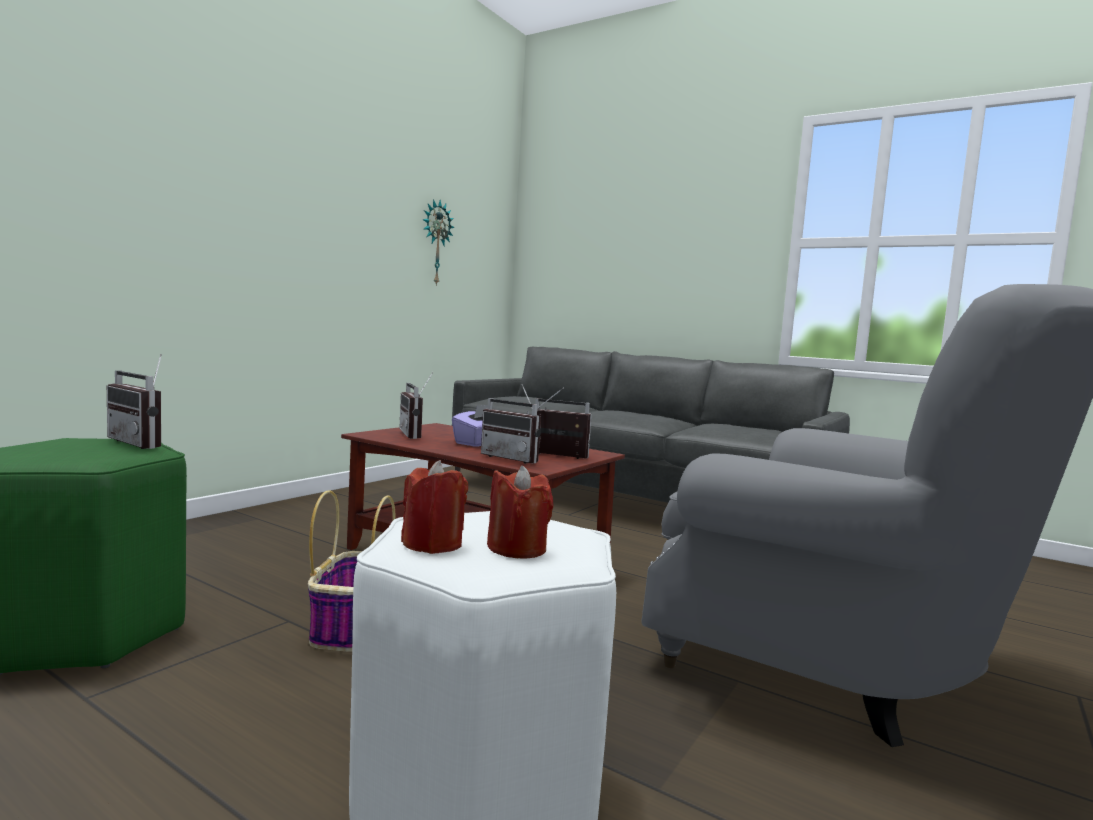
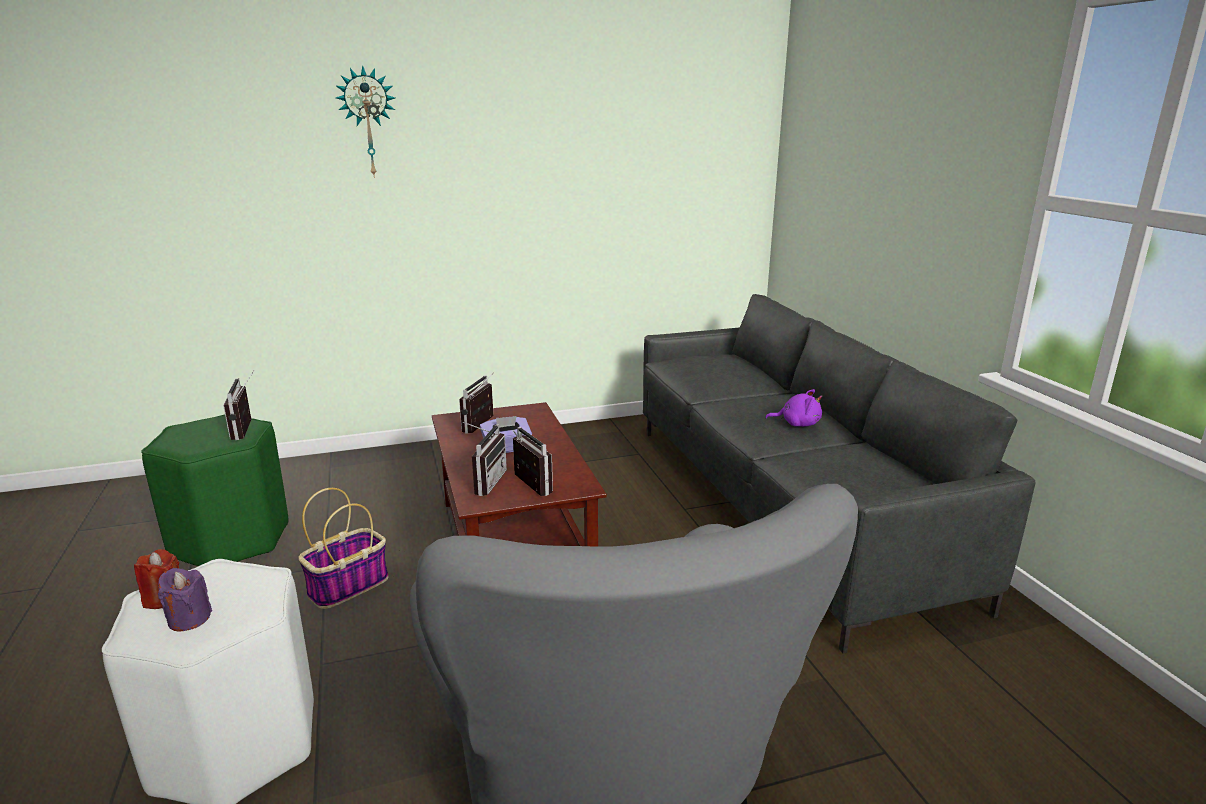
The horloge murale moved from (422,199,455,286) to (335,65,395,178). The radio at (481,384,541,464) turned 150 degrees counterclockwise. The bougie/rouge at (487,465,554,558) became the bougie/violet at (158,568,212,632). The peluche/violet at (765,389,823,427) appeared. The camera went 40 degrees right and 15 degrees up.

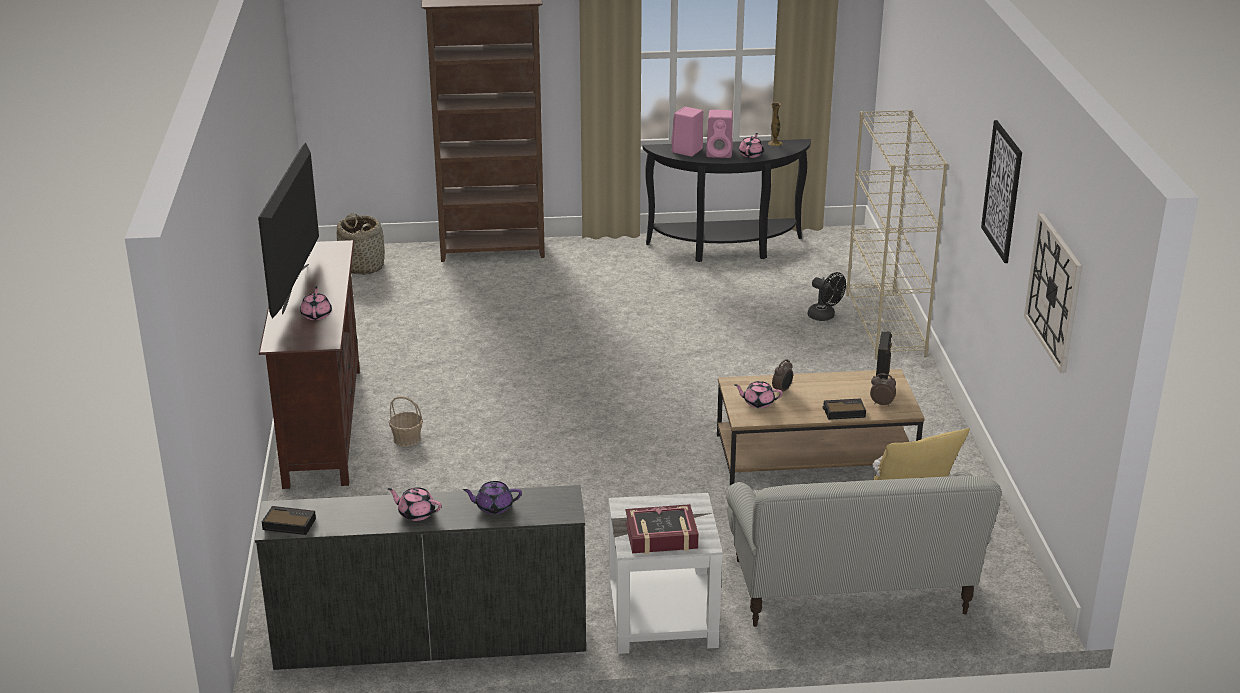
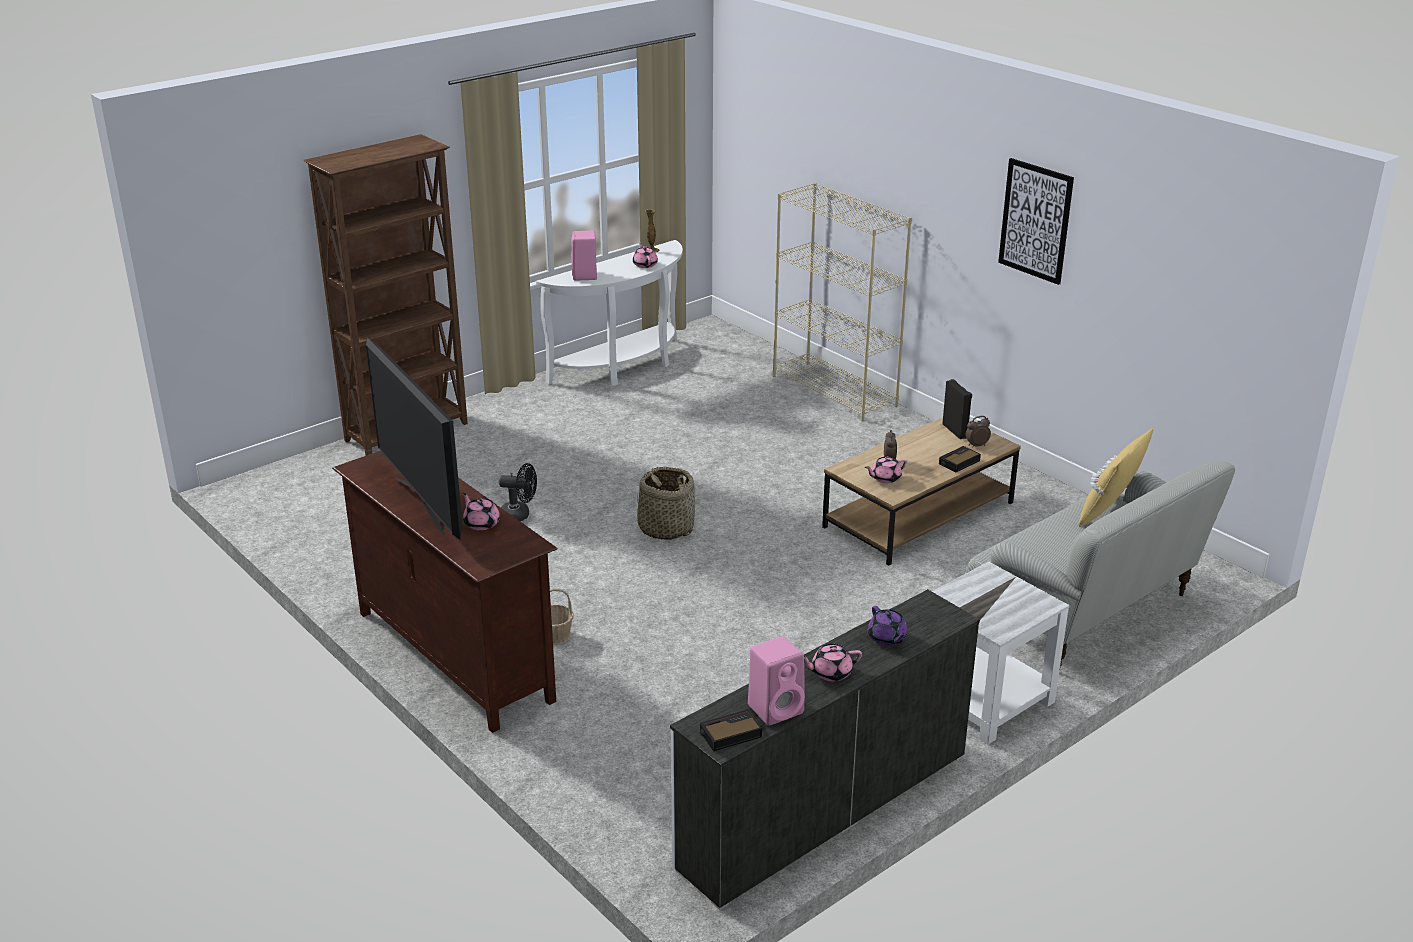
The enceinte/rose moved from (706,110,733,158) to (748,636,805,726). The table console/noir at (643,139,811,262) became the table console/blanc at (536,240,683,386). The panier moved from (337,213,385,275) to (637,467,695,540). The horloge murale at (1024,213,1082,373) disappeared. The ventilateur/noir moved from (808,272,846,321) to (499,463,537,521). The théière/violet at (463,481,522,514) turned 75 degrees counterclockwise. The livre at (626,504,699,554) disappeared. The camera went 35 degrees left and 0 degrees up.

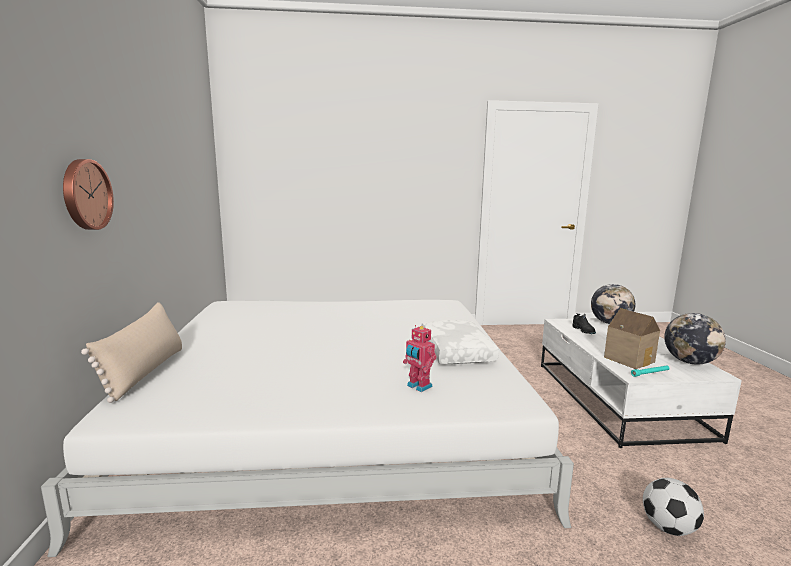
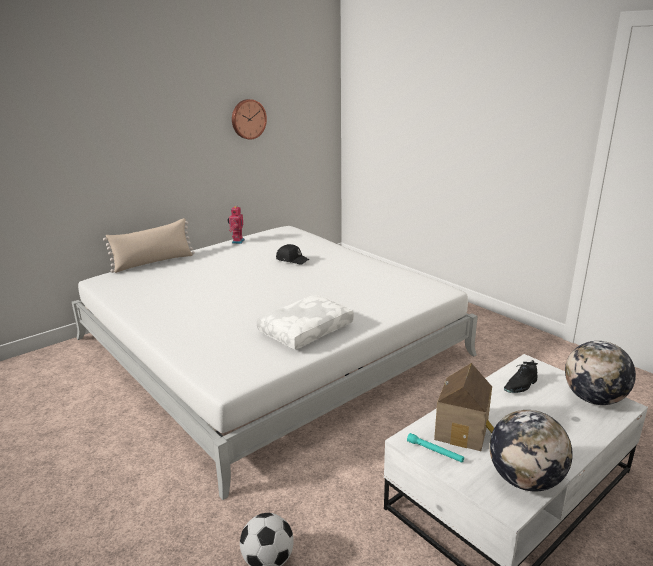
The horloge murale moved from (63,159,114,230) to (232,99,267,140). The robot jouet moved from (403,325,436,392) to (228,206,245,244). The casquette/noir at (276,244,310,265) appeared. The camera went 55 degrees right and 10 degrees up.

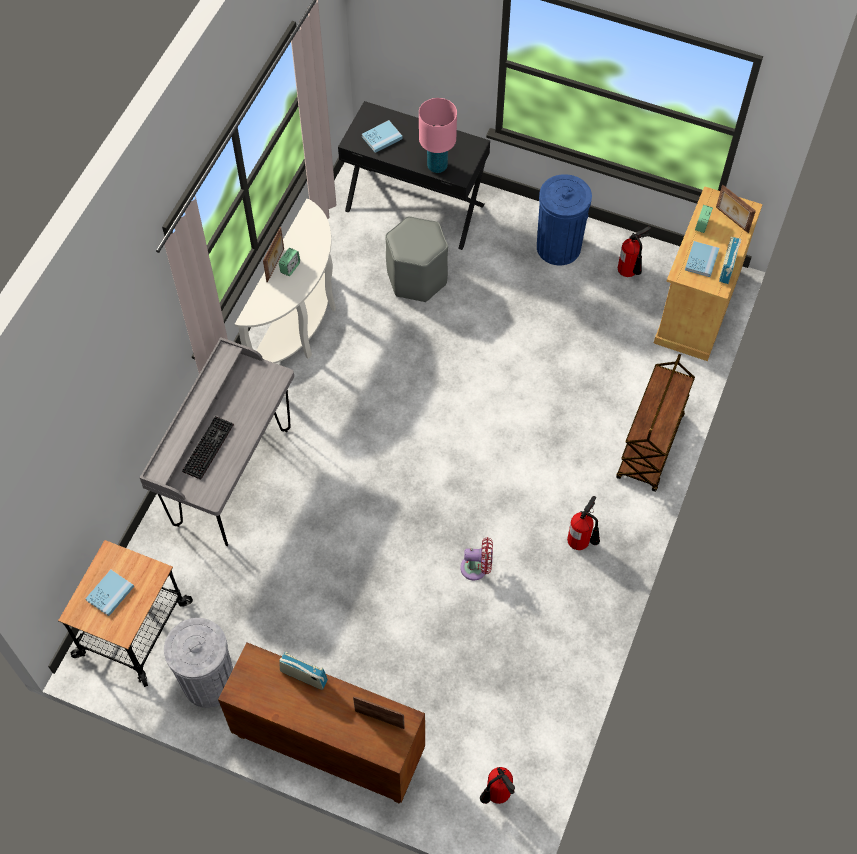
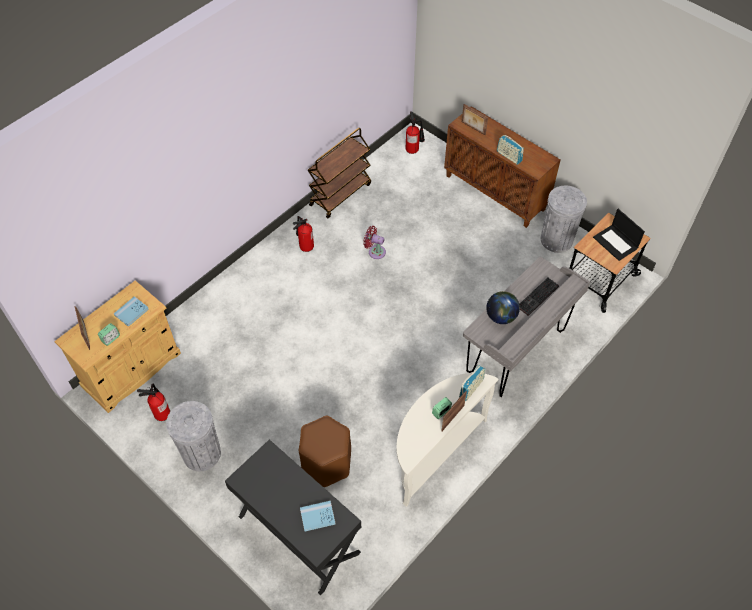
The lampe de table/rose at (419,98,457,173) disappeared. The poubelle/bleu at (537,174,592,265) became the poubelle/gris at (166,401,221,471). The tabouret/gris at (385,216,448,302) became the tabouret/marron at (299,416,351,487). The radio moved from (719,237,741,284) to (459,365,485,401). The chariot/marron moved from (616,354,695,492) to (308,128,371,218). The livre/bleu at (85,570,134,616) was replaced by the ordinateur portable at (593,209,645,261). The globe at (486,291,520,324) appeared. The camera went 160 degrees left and 5 degrees down.

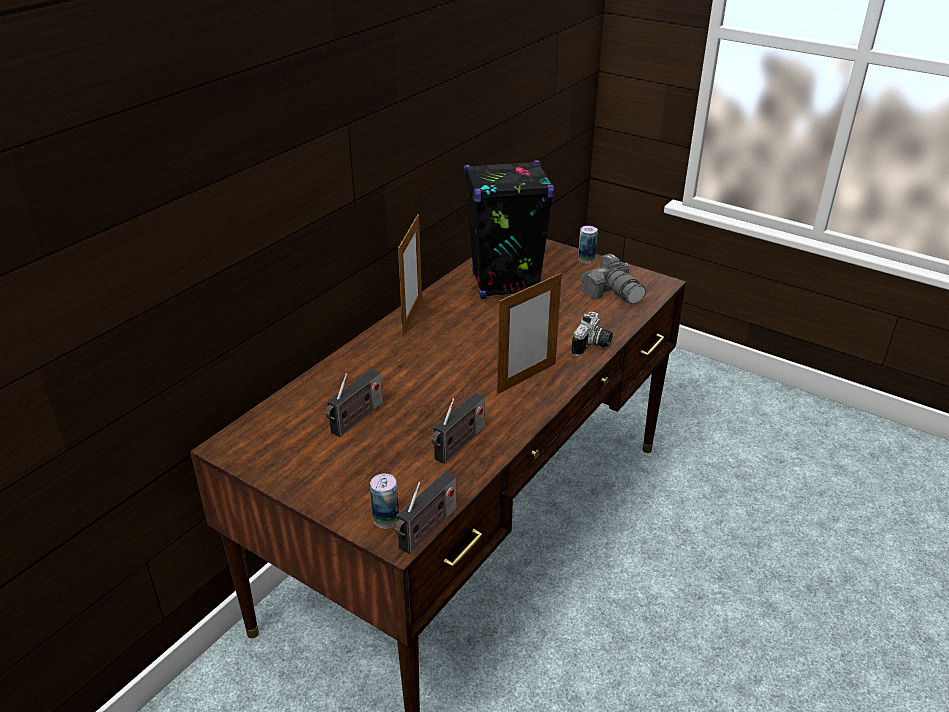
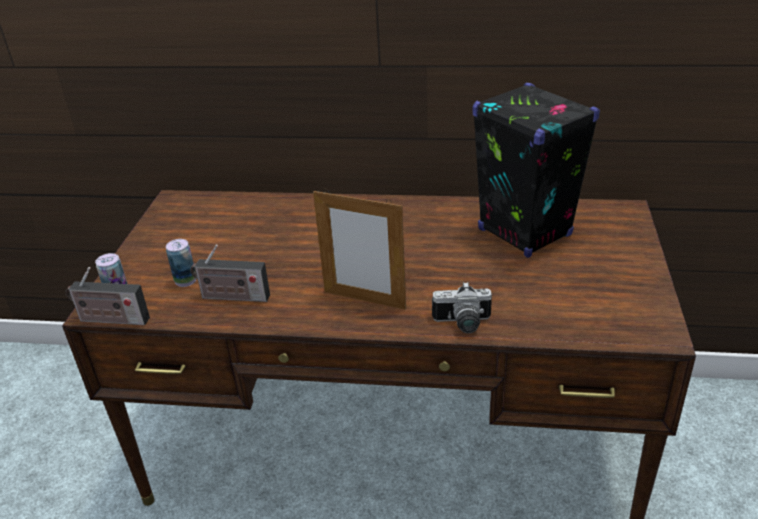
The cadre photo at (398,214,422,336) disappeared. The boîte métallique moved from (578,226,598,263) to (166,239,196,287). The appareil photo at (582,254,646,304) disappeared. The radio at (325,369,383,437) disappeared. The camera went 65 degrees right and 0 degrees up.

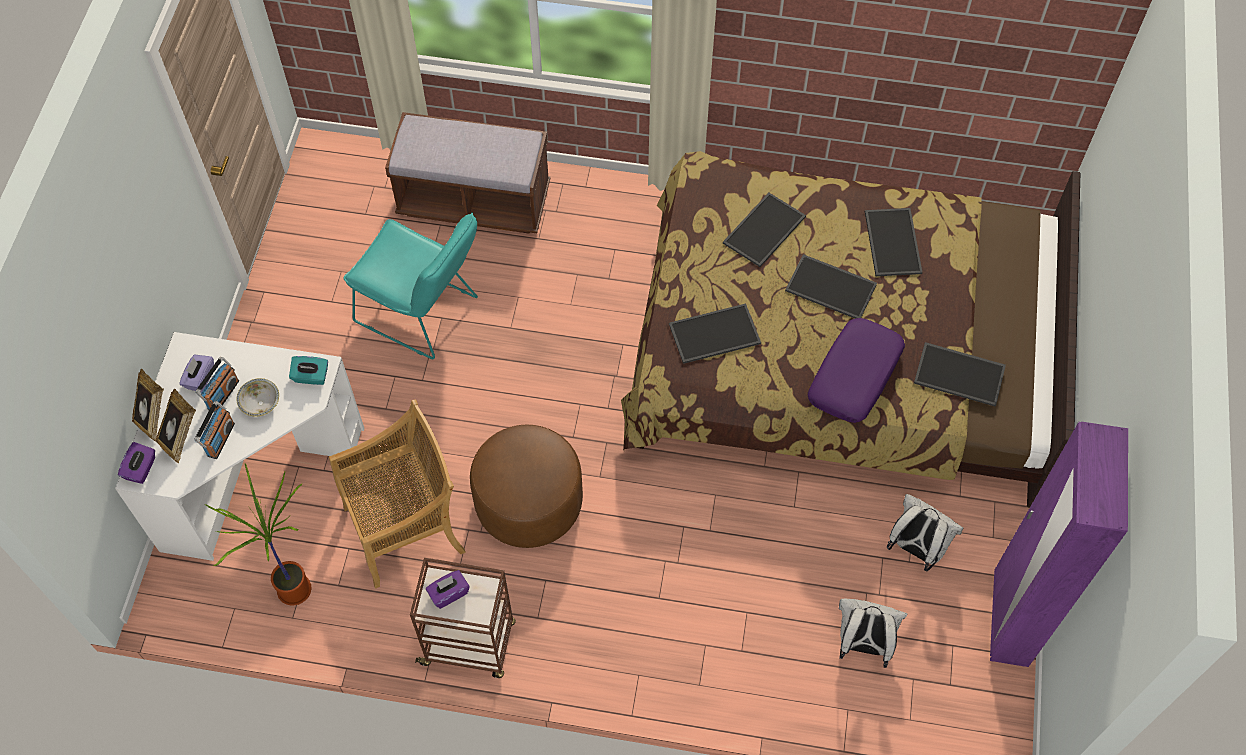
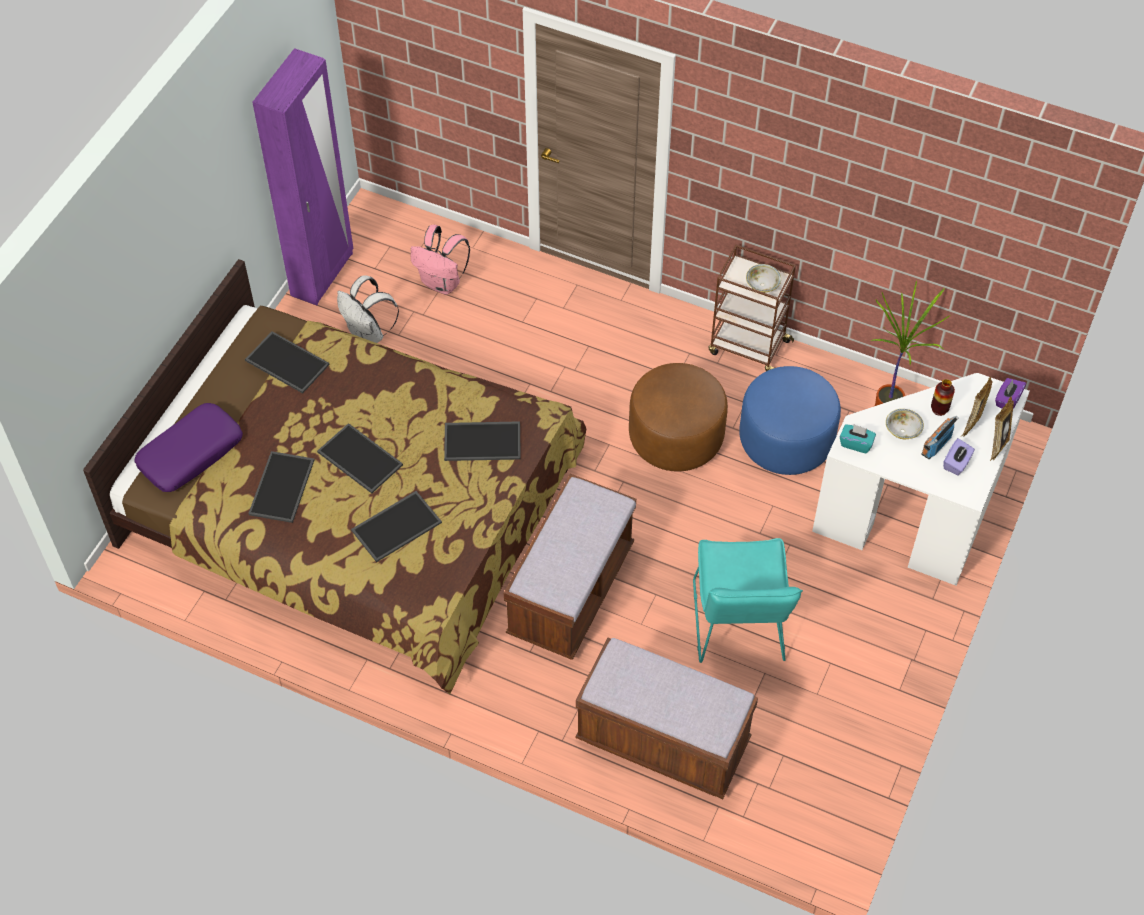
The chaise/turquoise at (344,212,478,359) turned 135 degrees counterclockwise. The coussin/violet moved from (808,318,905,423) to (135,403,243,492). The chaise/beige at (329,400,466,589) was replaced by the pouf/bleu at (739,366,841,475). The radio at (194,401,235,459) was replaced by the vase at (931,379,955,416). The boîte à mouchoirs/violet at (426,570,470,609) was replaced by the bol at (746,264,781,293). The sac à dos/blanc at (839,599,908,668) became the sac à dos/rose at (411,225,470,295). The banc/marron at (504,474,636,660) appeared. The camera went 165 degrees left and 5 degrees down.

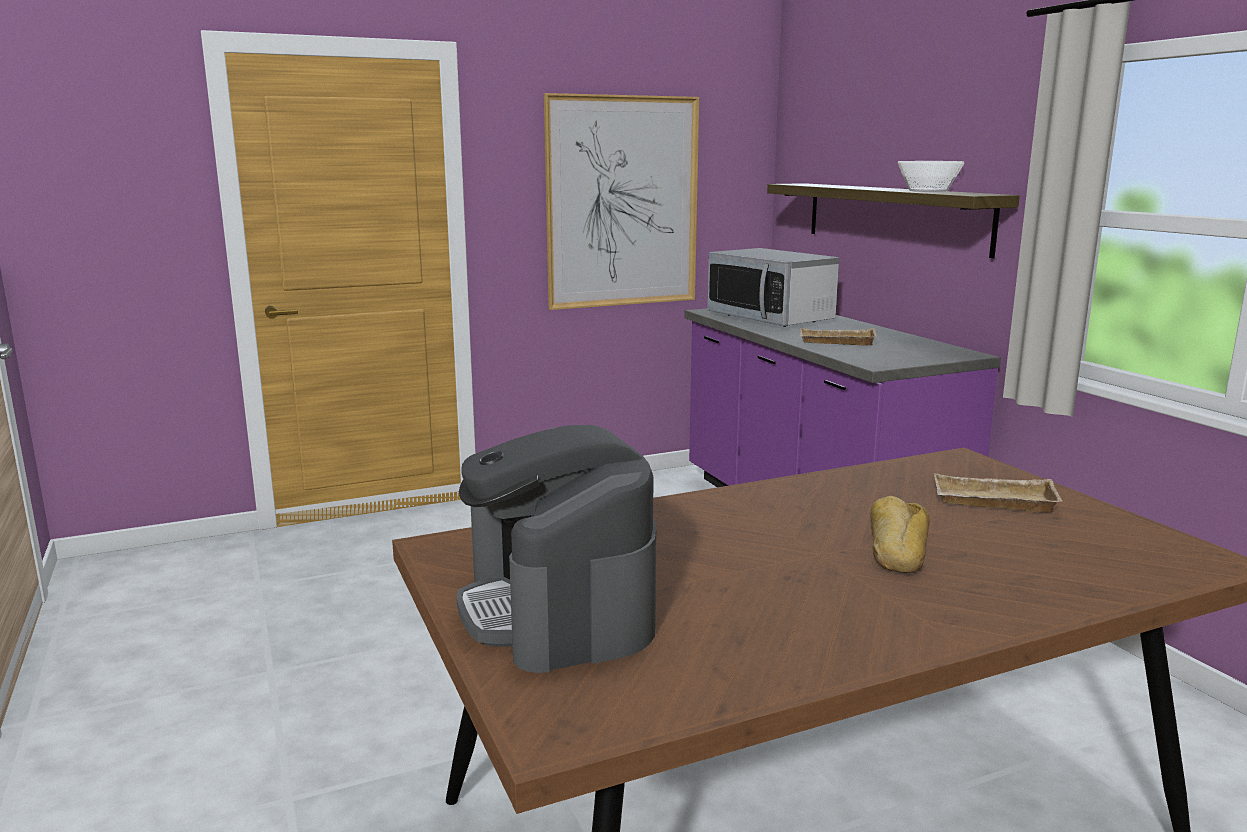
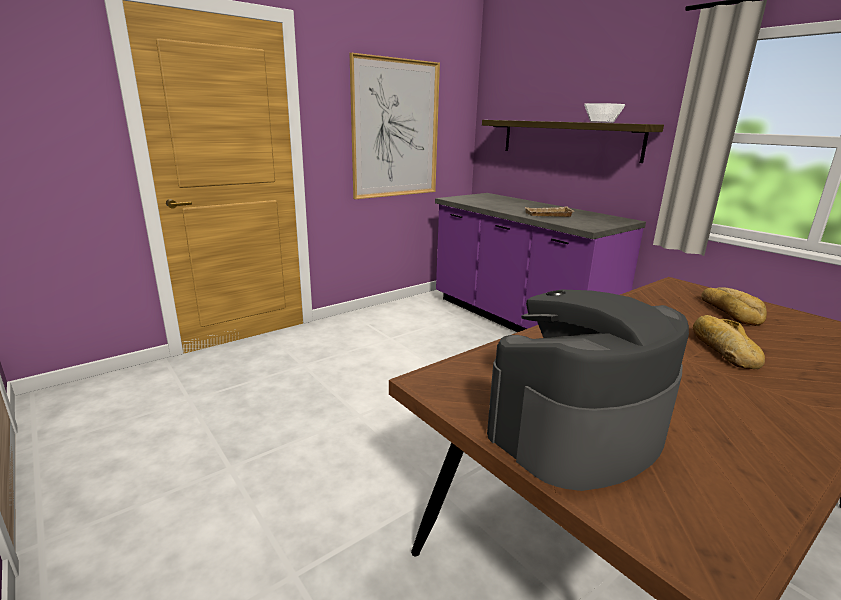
The micro-ondes at (708,248,839,327) disappeared. The machine à café at (457,425,656,673) turned 90 degrees clockwise. The plateau/beige at (934,473,1063,513) was replaced by the pain at (701,287,767,326). The camera went 15 degrees left and 5 degrees up.

